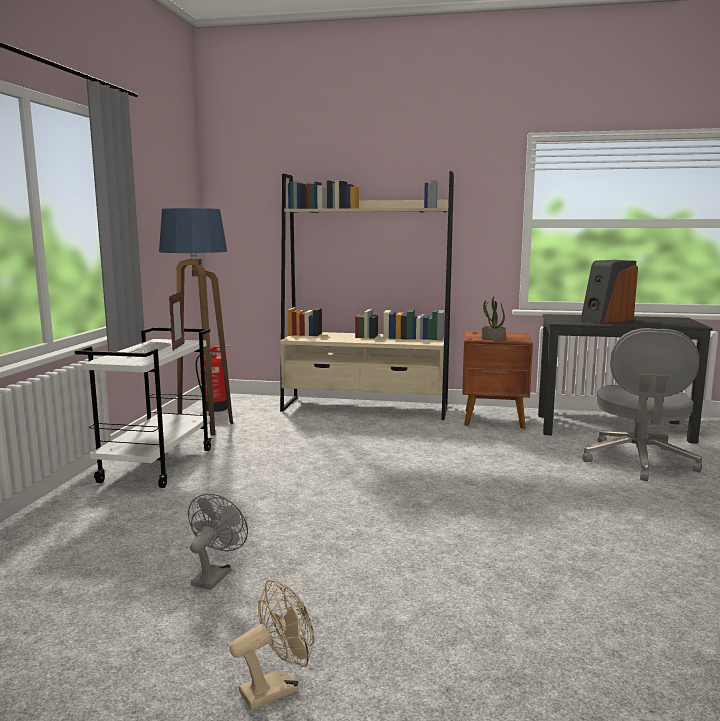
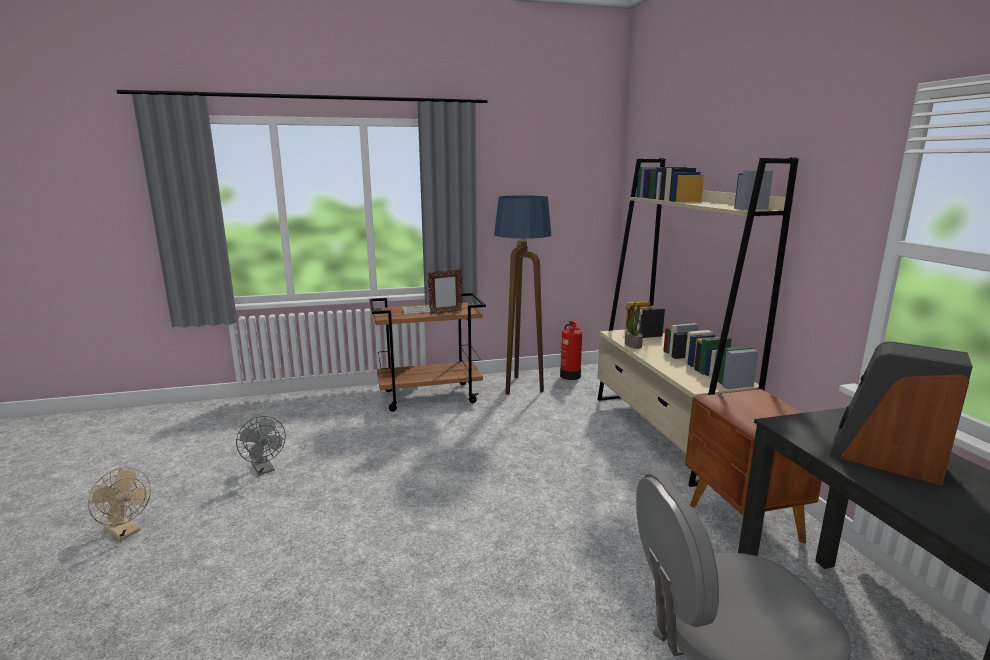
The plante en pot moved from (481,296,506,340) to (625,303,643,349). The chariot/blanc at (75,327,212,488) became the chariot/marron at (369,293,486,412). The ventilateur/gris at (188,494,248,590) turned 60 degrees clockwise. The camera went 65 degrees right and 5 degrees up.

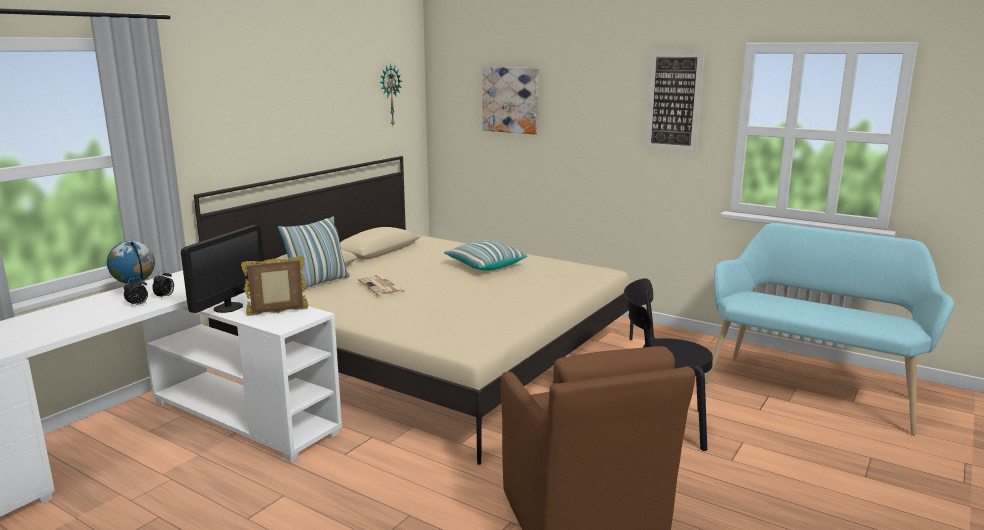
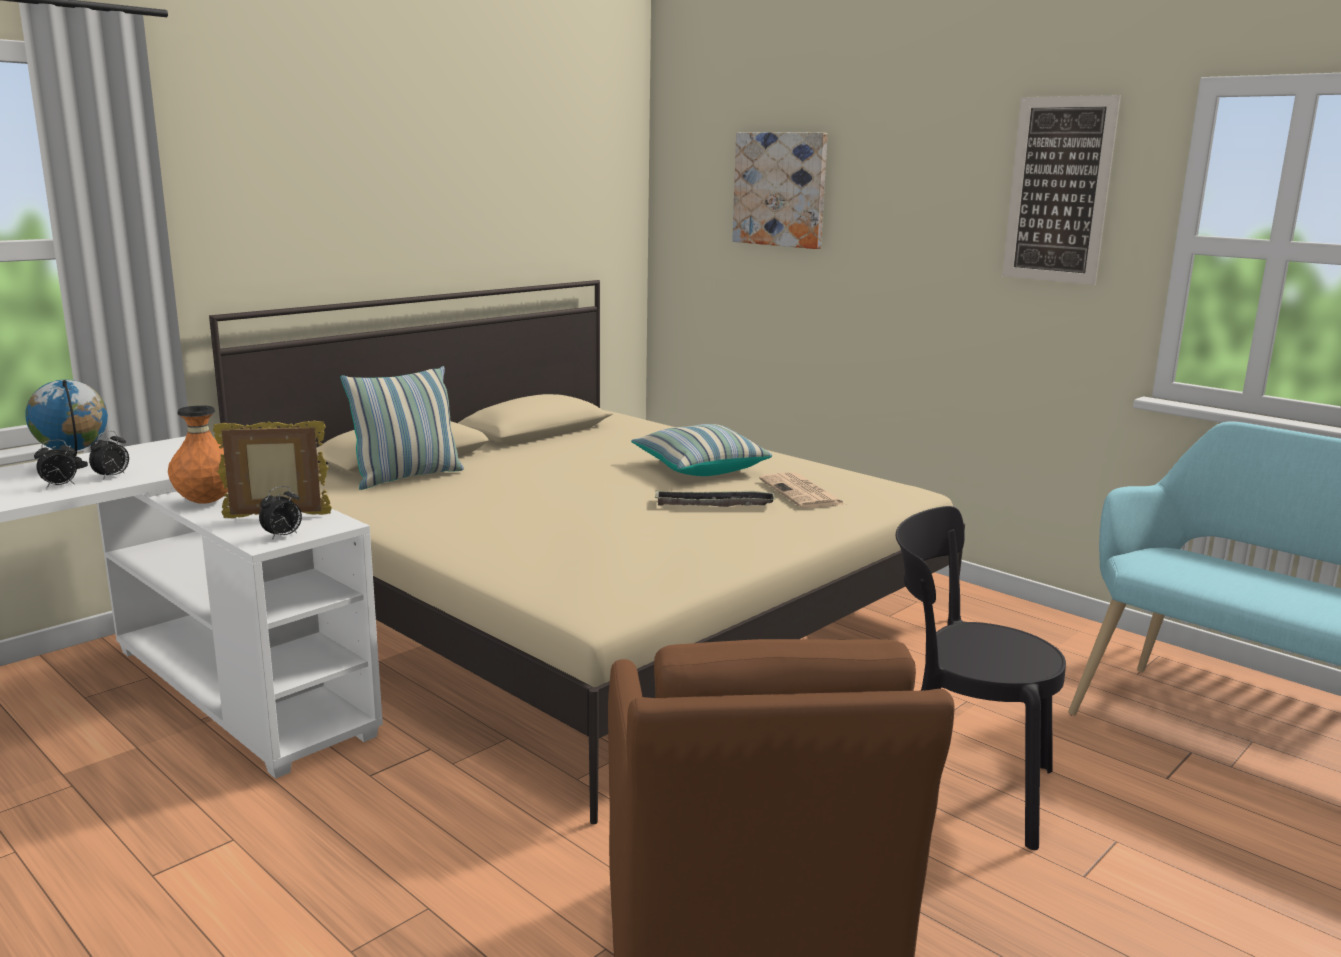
The horloge murale at (380,64,402,125) disappeared. The écran d'ordinateur at (181,225,264,313) was replaced by the vase/orange at (168,405,228,504). The journal moved from (358,275,406,296) to (759,473,845,508). The réveil at (259,486,302,540) appeared. The plateau at (655,491,775,507) appeared. The camera went 10 degrees right and 0 degrees up.

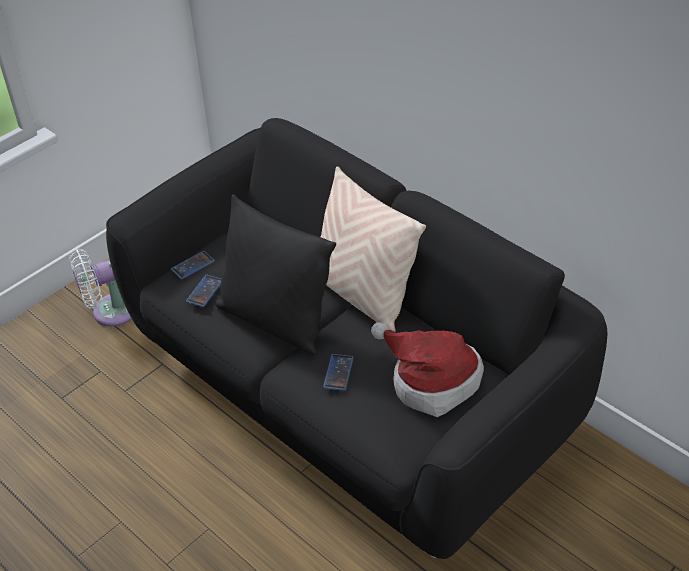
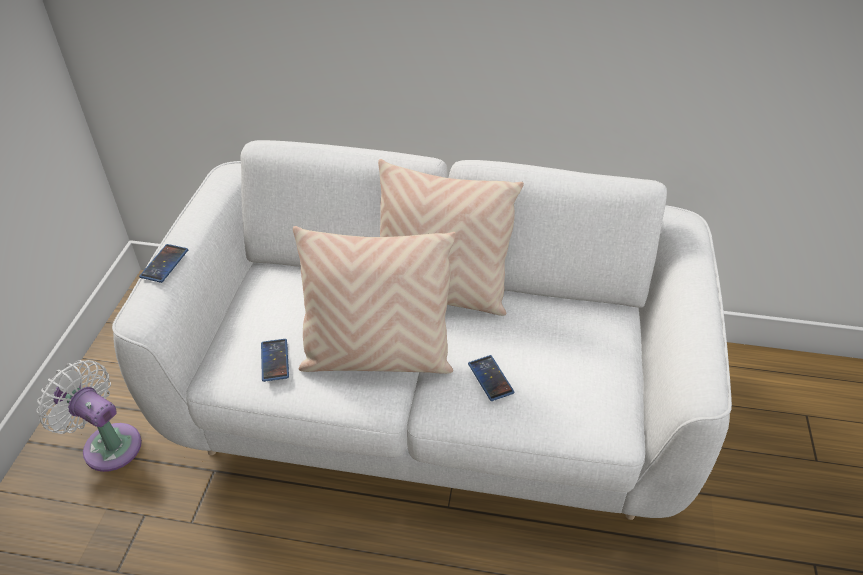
The canapé/noir at (106,118,607,559) became the canapé/blanc at (112,140,732,520). The coussin/noir at (216,194,336,356) became the coussin/beige at (293,226,456,374). The ventilateur/blanc at (69,249,132,327) turned 90 degrees clockwise. The téléphone moved from (171,251,215,279) to (139,244,188,283). The chapeau at (371,322,484,417) disappeared. The camera went 35 degrees left and 0 degrees up.

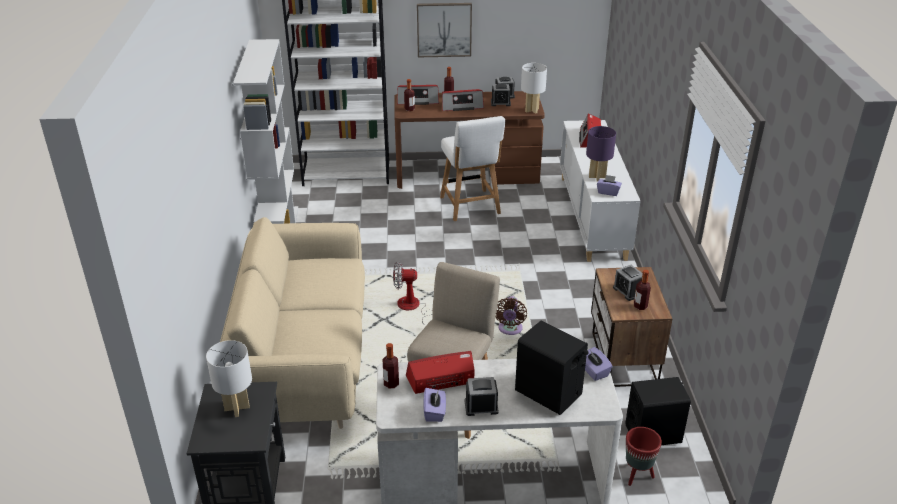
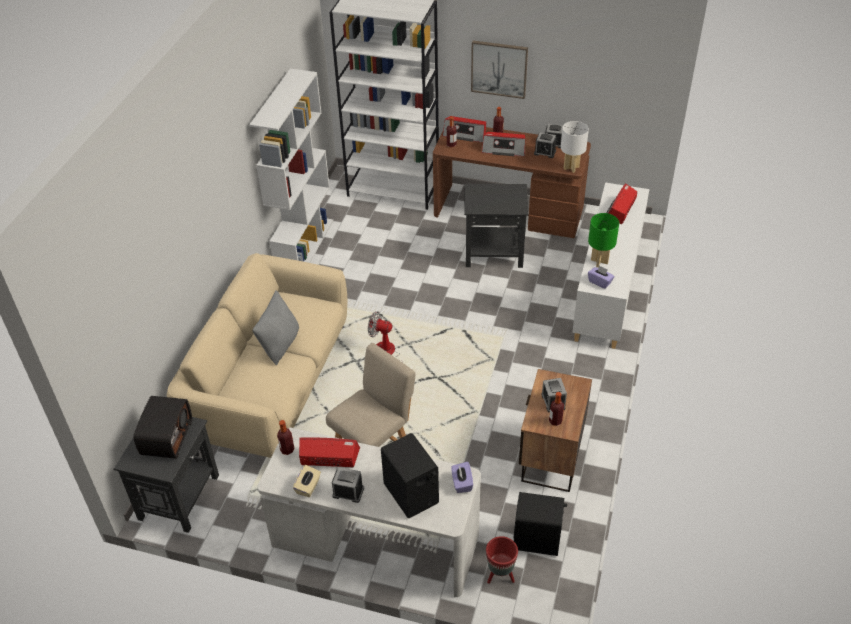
The chaise/blanc at (440,116,505,221) was replaced by the table d'appoint/noir at (464,184,529,268). The lampe de table/violet at (586,126,616,182) became the lampe de table/vert at (588,213,619,267). The ventilateur/marron at (495,296,527,335) disappeared. The lampe de table/blanc at (206,340,252,417) was replaced by the radio at (134,396,192,459). The boîte à mouchoirs/violet at (423,388,446,422) became the boîte à mouchoirs/beige at (293,465,321,497). The coussin/gris at (252,290,299,365) appeared. The camera went 20 degrees right and 10 degrees up.

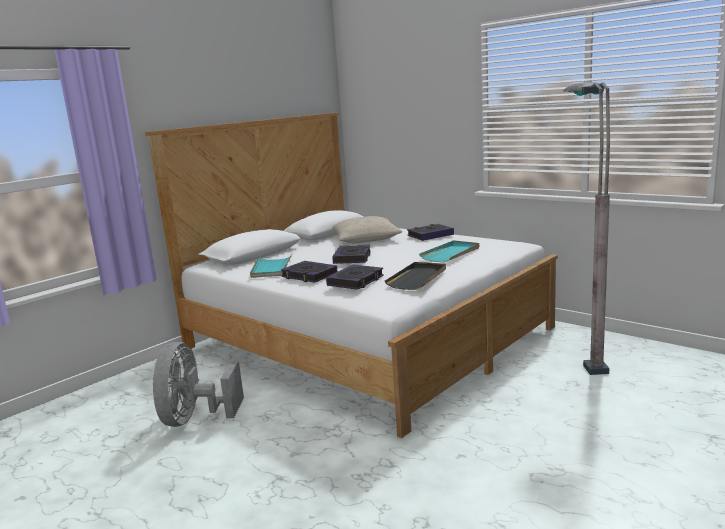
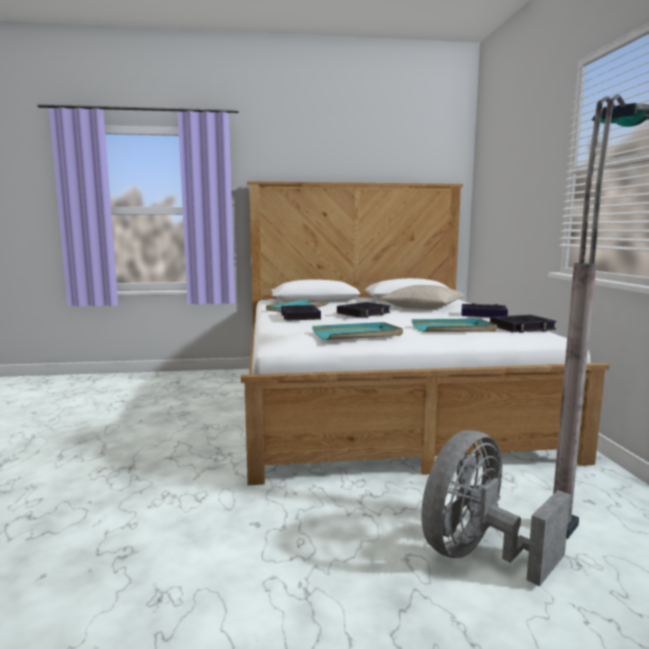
The plateau/noir at (385,262,446,290) became the plateau/turquoise at (312,322,403,340). The livre moved from (326,265,384,290) to (490,315,557,333). The ventilateur/gris moved from (153,342,244,427) to (421,430,571,586). The camera went 40 degrees right and 5 degrees down.

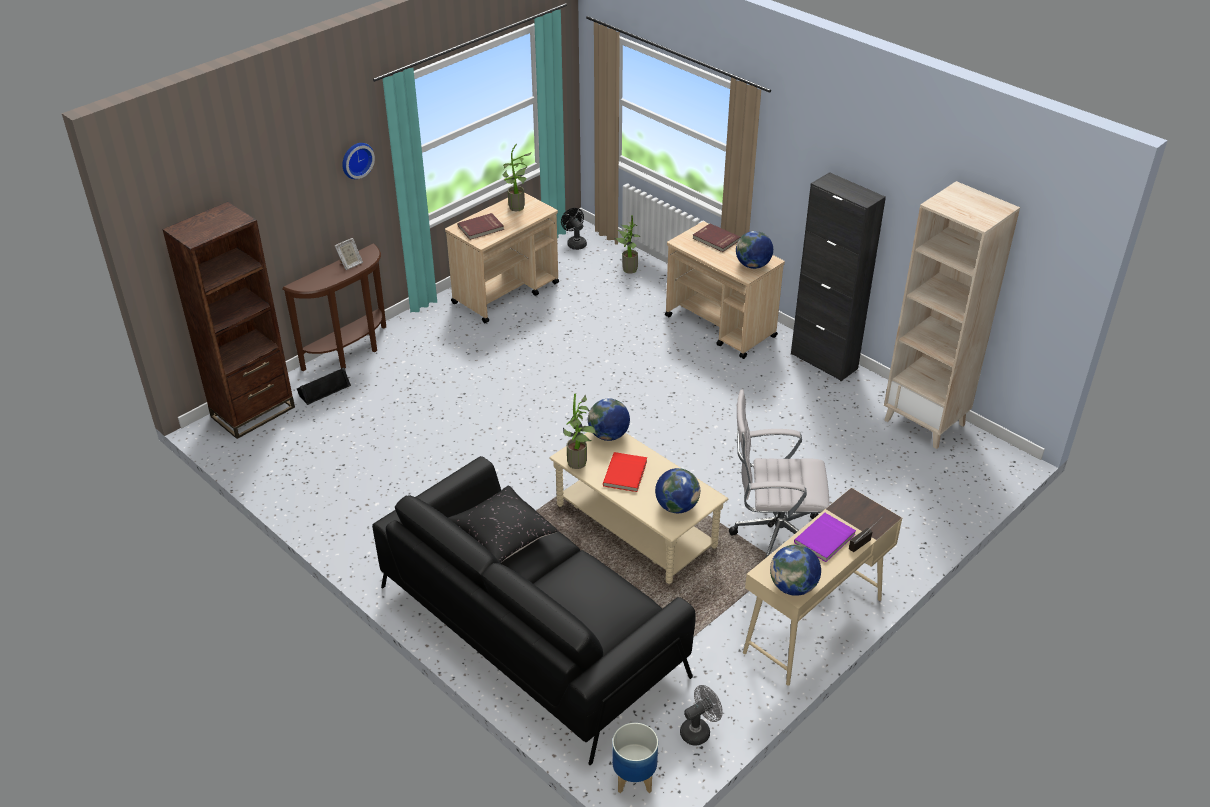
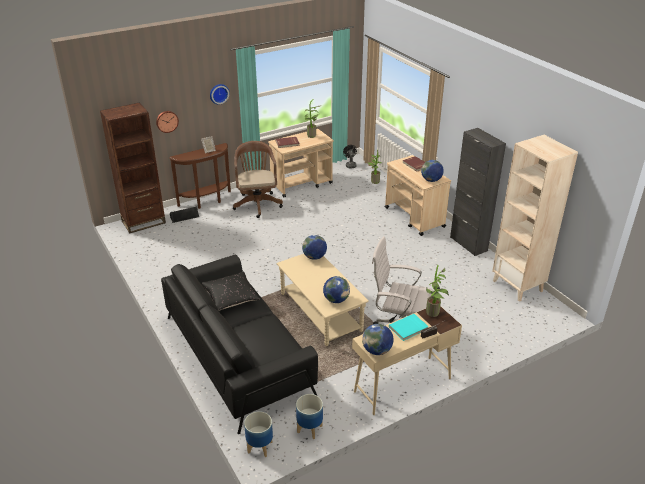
The plante en pot moved from (563,393,598,469) to (426,265,449,317). The livre/rouge at (603,452,647,492) disappeared. The livre/violet at (794,513,856,562) became the livre/turquoise at (389,314,429,341). The ventilateur/gris at (680,685,723,746) was replaced by the cache-pot at (296,394,323,439). The horloge murale at (156,111,179,133) appeared. The chaise de bureau/marron at (233,141,283,218) appeared. The camera went 15 degrees right and 5 degrees down.

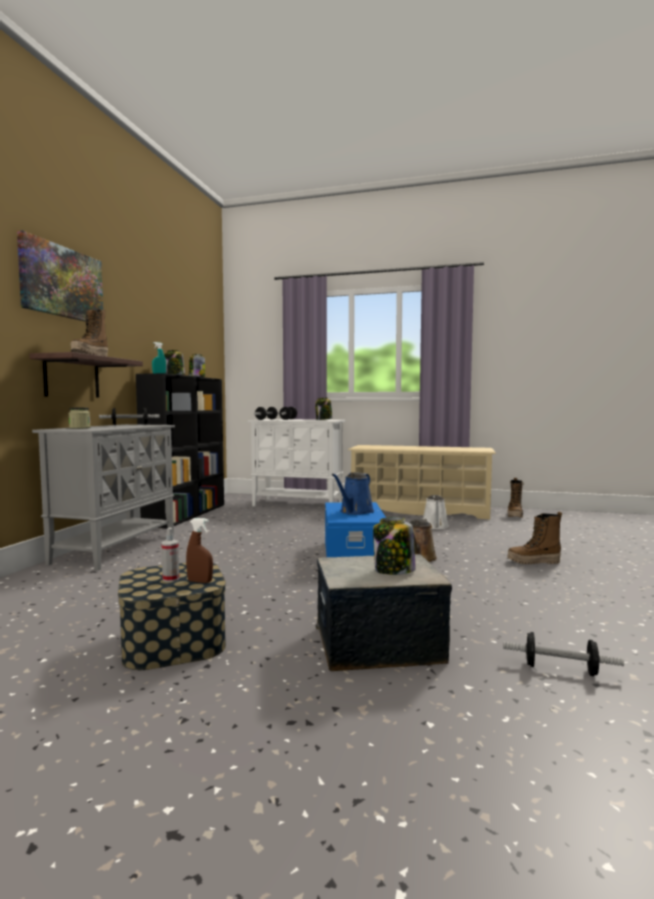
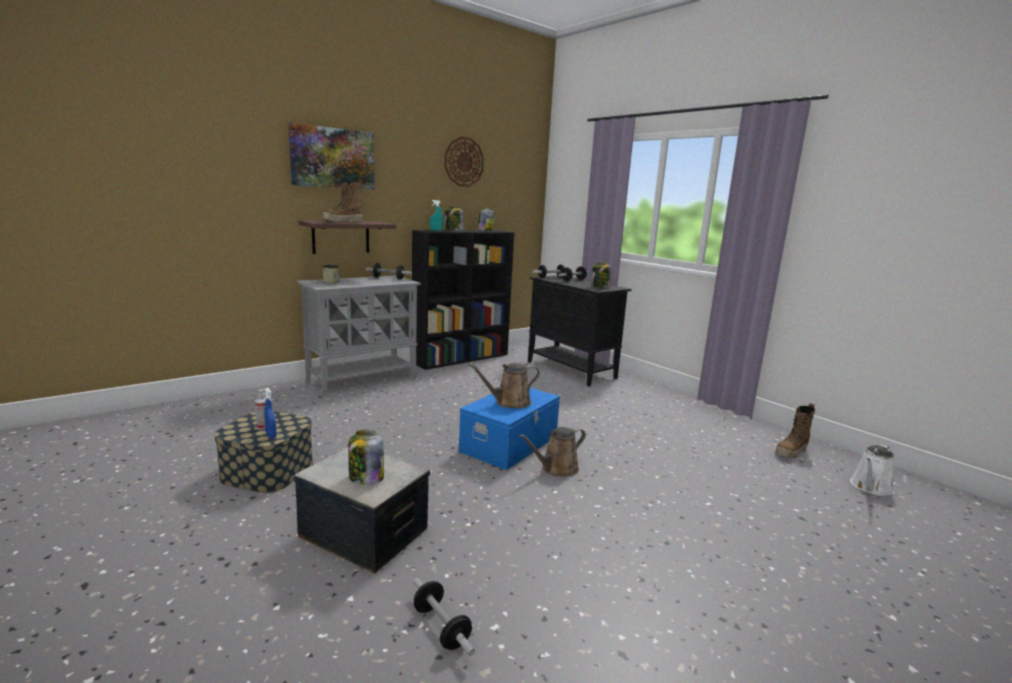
The meuble de rangement/blanc at (248,419,345,506) became the meuble de rangement/noir at (528,275,631,386). The étagère à chaussures/beige at (348,445,496,519) disappeared. The arrosoir/bleu at (332,472,374,515) became the arrosoir/marron at (468,363,540,408). The arrosoir/blanc moved from (423,495,449,529) to (850,444,894,496). The botte at (507,512,562,564) disappeared. The vaporisateur/marron at (186,518,213,583) became the vaporisateur/bleu at (265,388,277,438). The horloge murale at (444,137,484,187) appeared. The camera went 35 degrees right and 10 degrees up.

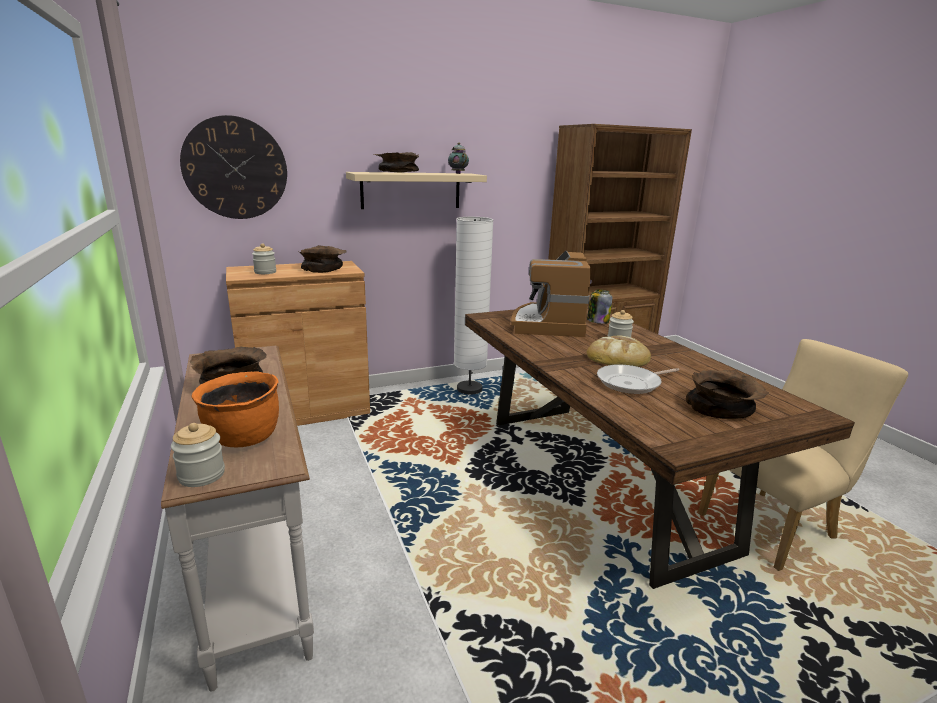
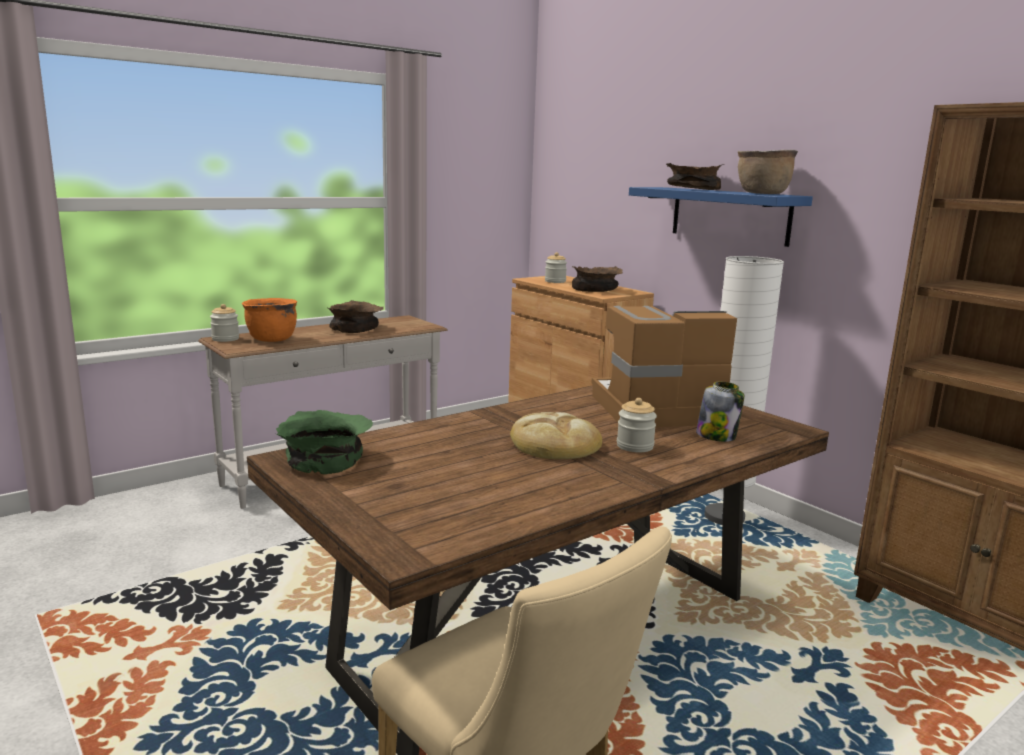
The horloge murale at (180,115,287,219) disappeared. The théière at (448,143,469,174) was replaced by the marmite/marron at (738,150,798,194). The étagère/beige at (346,172,487,209) became the étagère/bleu at (629,187,813,247). The poêle at (597,364,679,394) disappeared. The bol/marron at (686,370,769,419) disappeared. The bol/vert at (276,410,373,474) appeared. The camera went 75 degrees right and 5 degrees down.

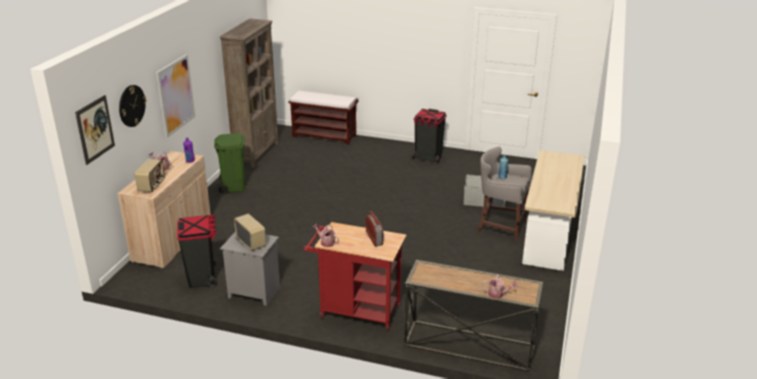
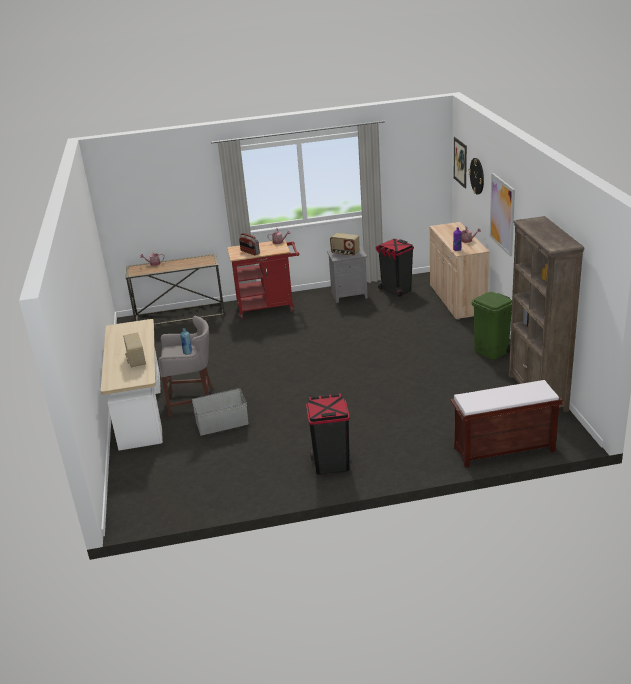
The radio moved from (135,159,165,192) to (123,332,146,368). The camera went 155 degrees right and 0 degrees up.

